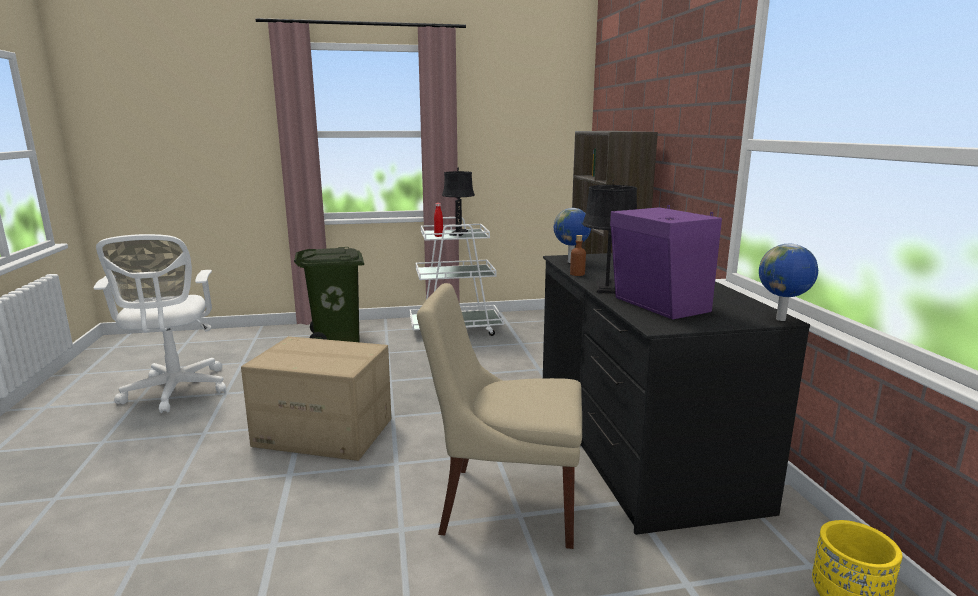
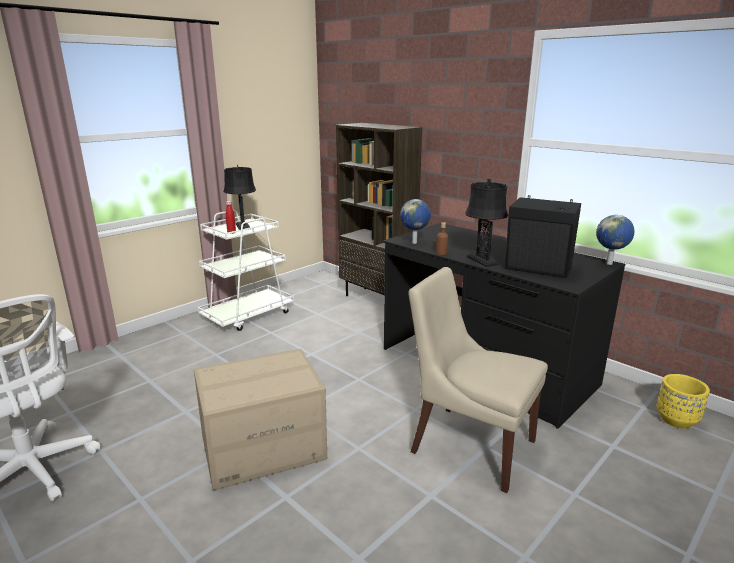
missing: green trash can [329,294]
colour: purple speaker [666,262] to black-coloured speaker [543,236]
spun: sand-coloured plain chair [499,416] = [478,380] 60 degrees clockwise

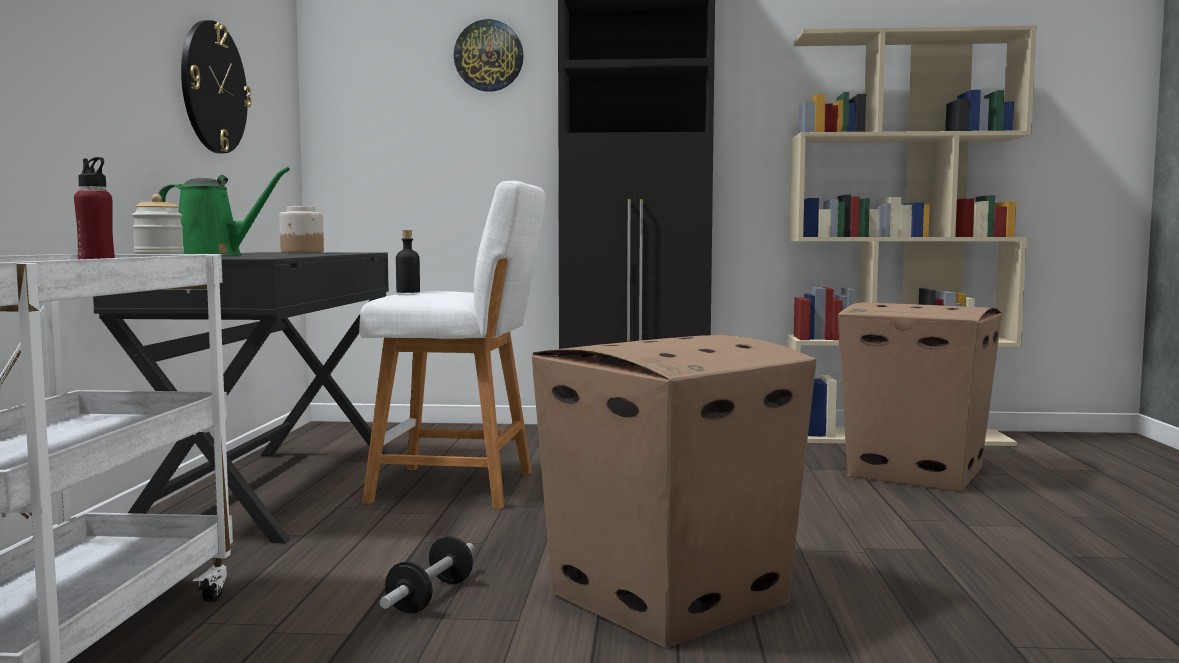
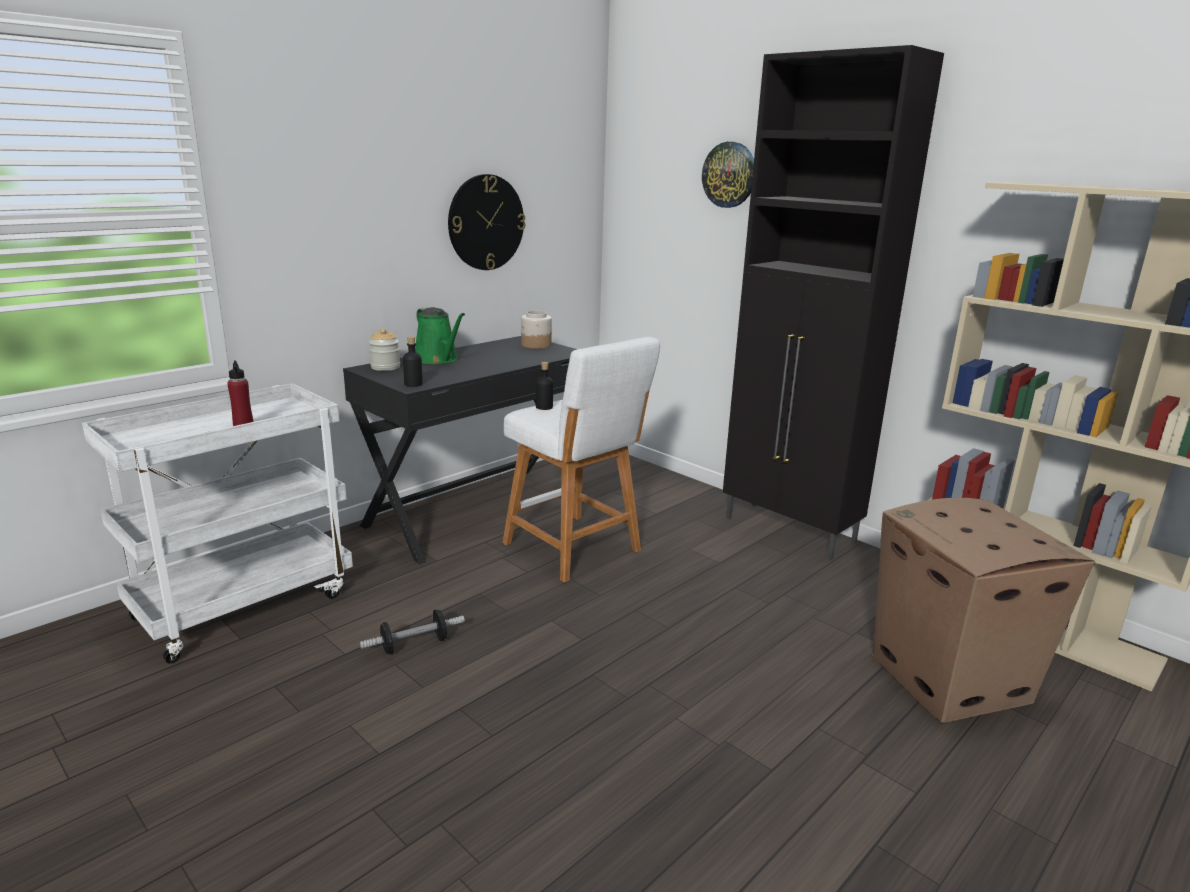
missing: cardboard box [674,492]
appeared: black-coloured drink bottle [413,361]

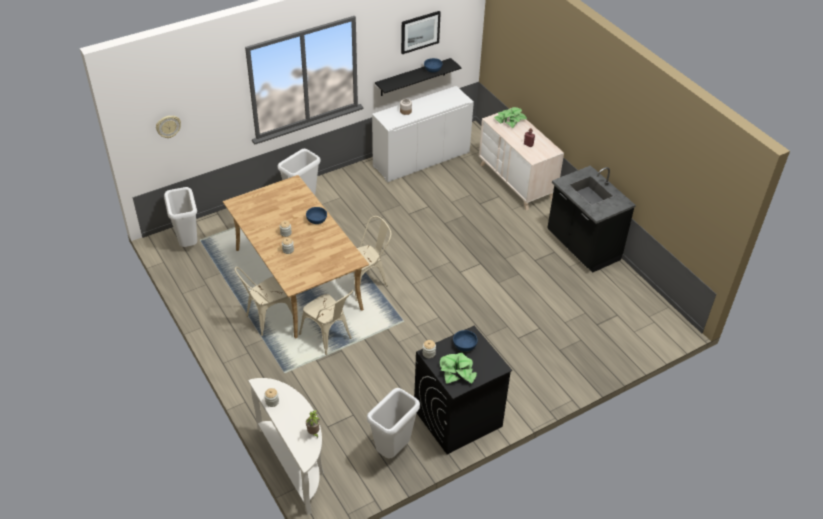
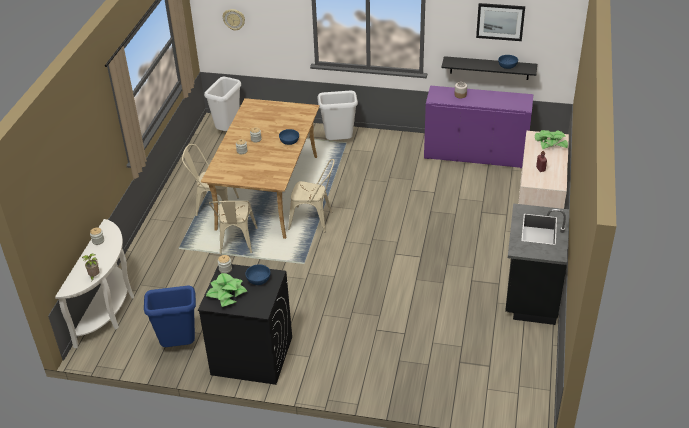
colour: whitish cabinet [423,134] to purple cabinet [479,127]; whitish trash can [393,423] to blue trash can [170,316]

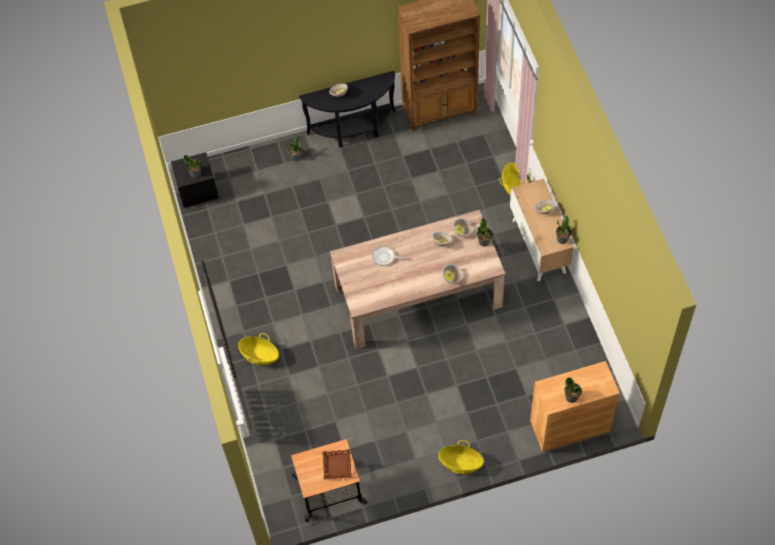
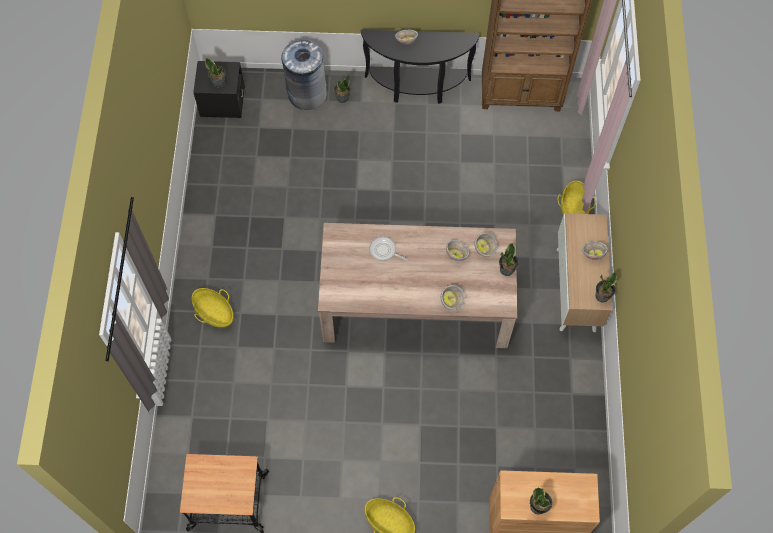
missing: brown-coloured carrying tray [337,464]
appeared: greyish trash can [304,74]

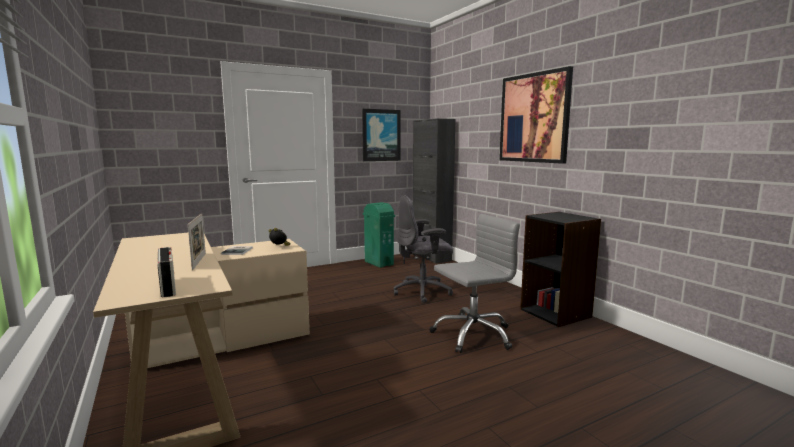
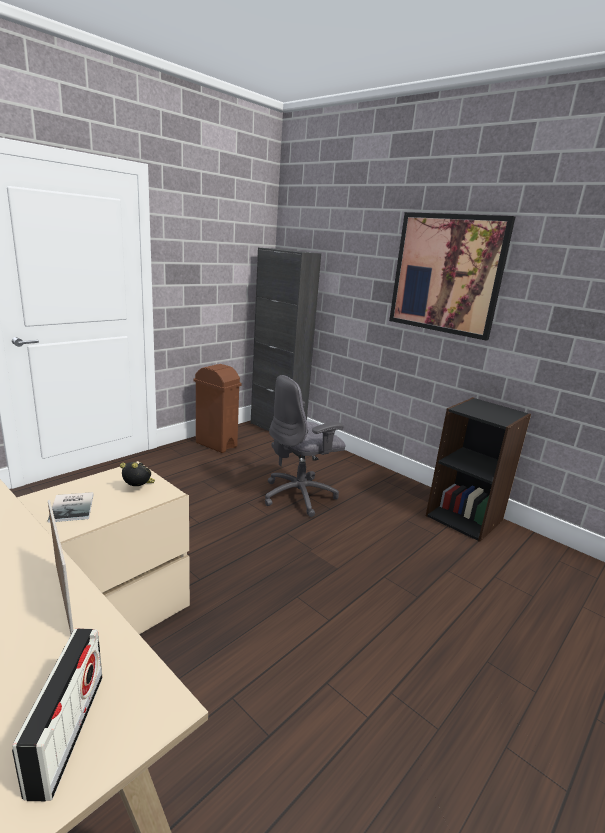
missing: wall art [381,135]; greyish office chair [475,283]
colour: green trash can [379,235] to brown-coloured trash can [218,408]
spun: radio receiver [167,272] = [57,714] 45 degrees clockwise

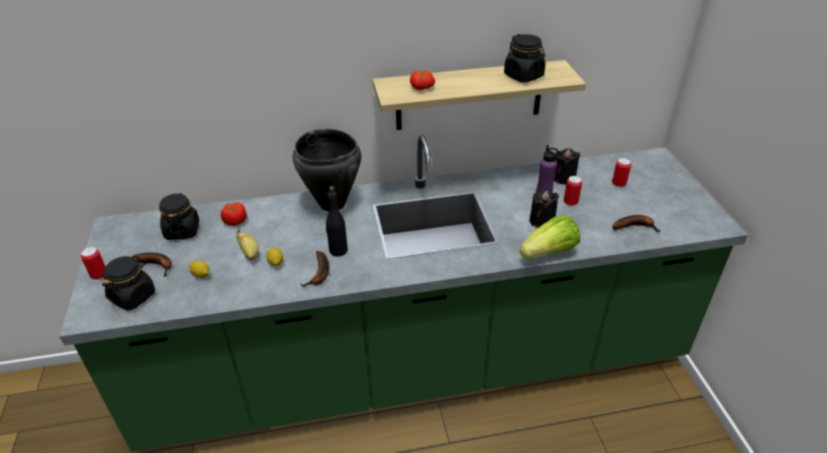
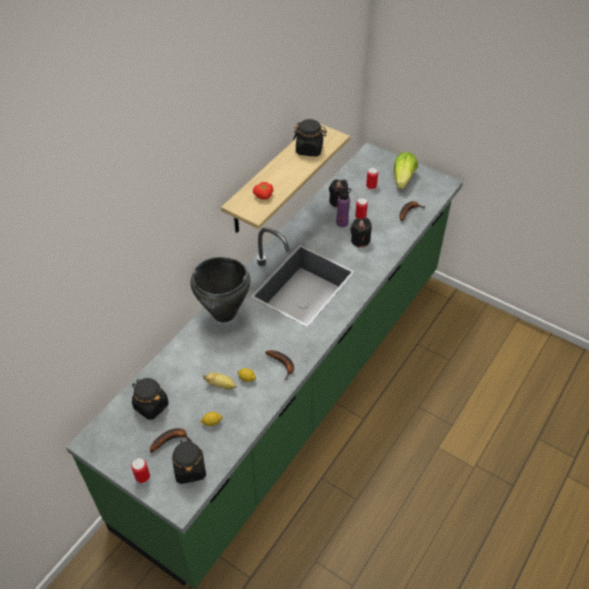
missing: black-coloured drink bottle [337,221]; whole tomato [234,214]
relocated: head of lettuce [550,237] to [406,170]

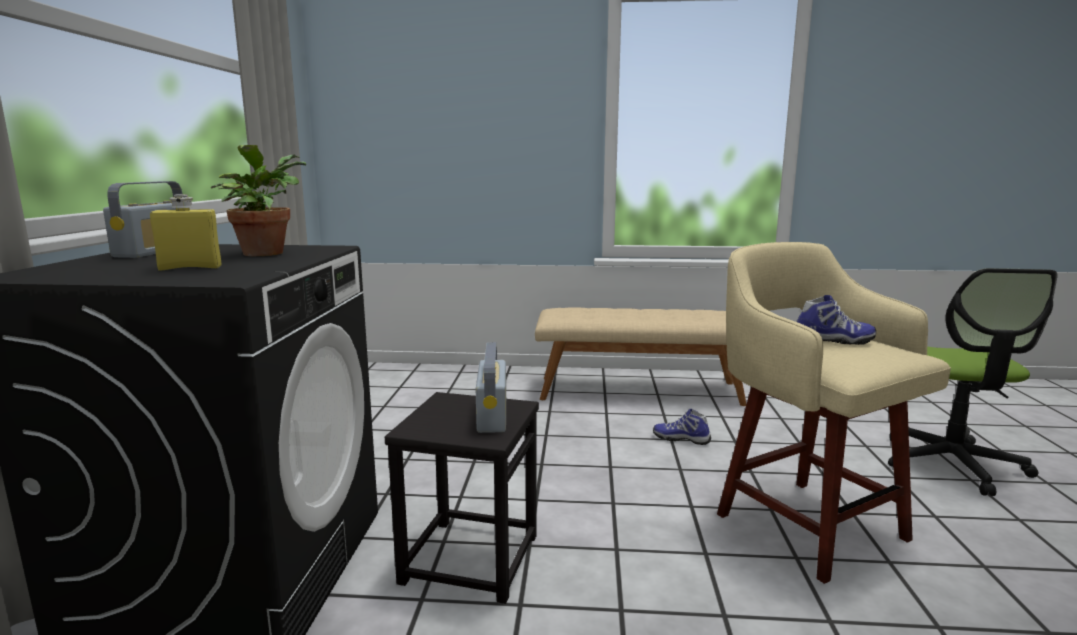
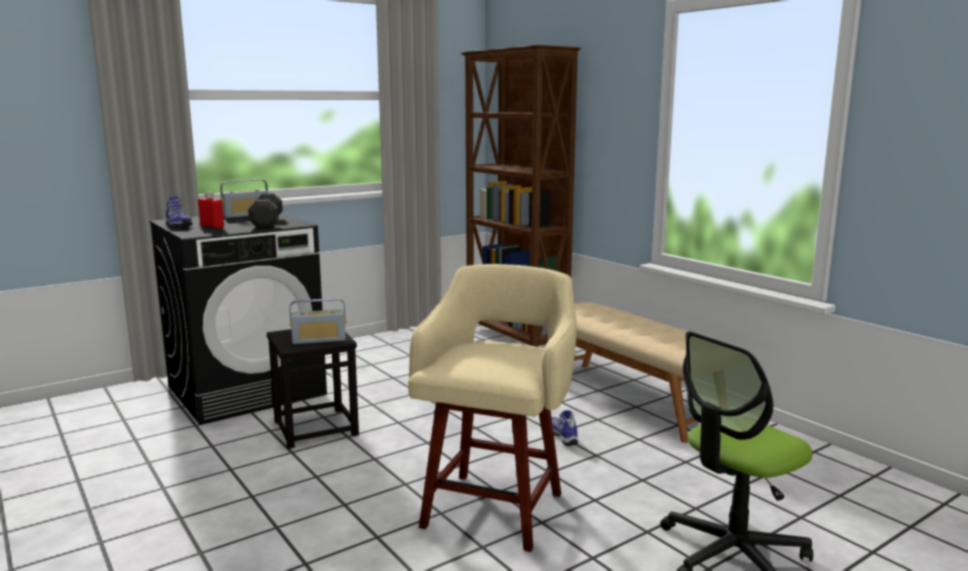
appeared: brown-coloured shelving unit [520,196]
relocated: item of footwear [836,320] to [179,212]
exchanged: plant in a pot [258,200] to black-coloured dumbbell [265,210]
colour: yellow-coloured drink bottle [185,232] to reddish drink bottle [211,210]
spun: radio receiver [491,387] = [317,321] 150 degrees counterclockwise

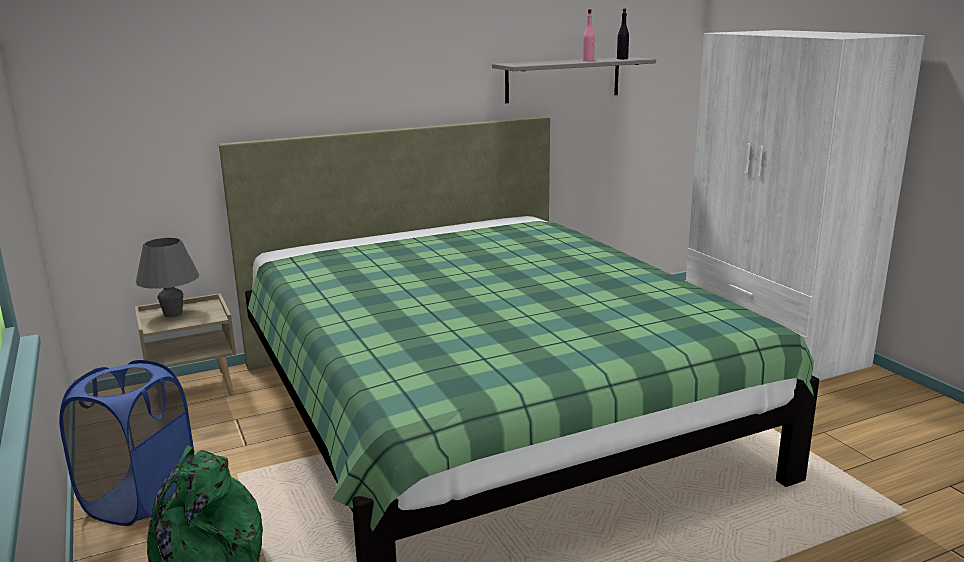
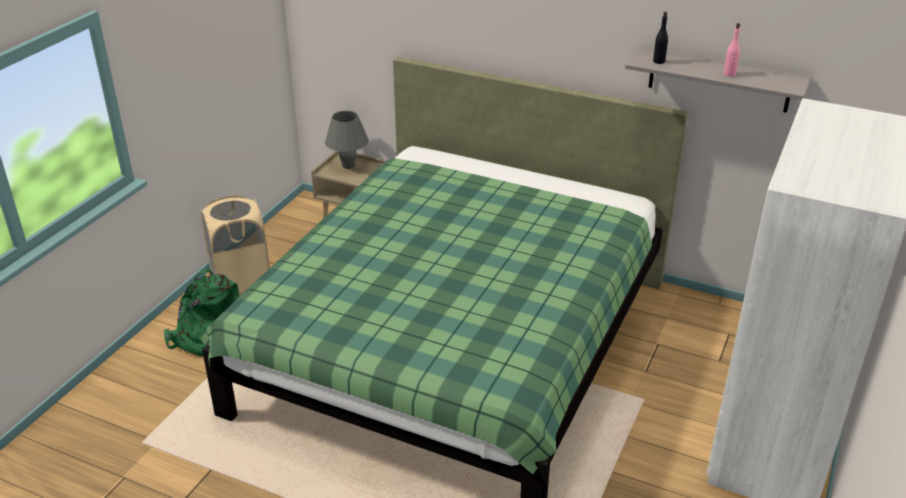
relocated: black-coloured drink bottle [623,34] to [660,38]
colour: blue hamper [126,443] to sand-coloured hamper [235,244]

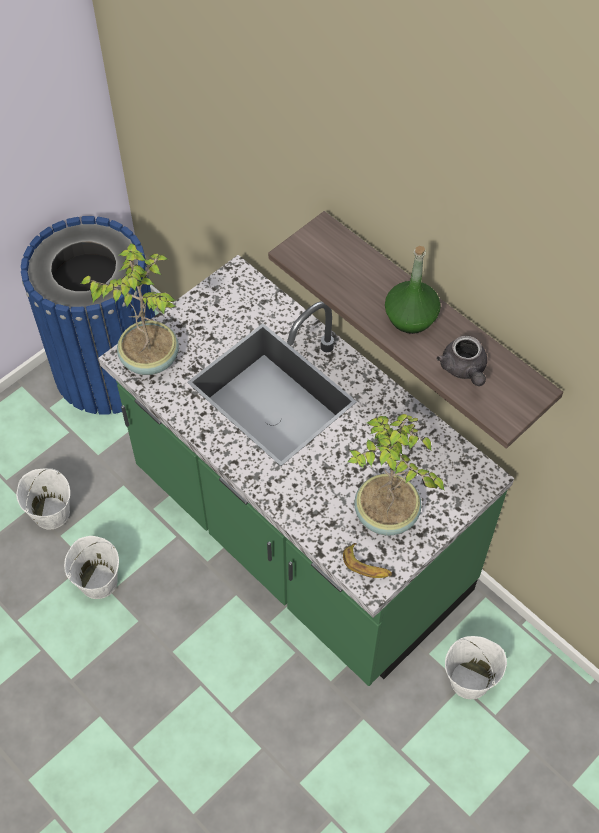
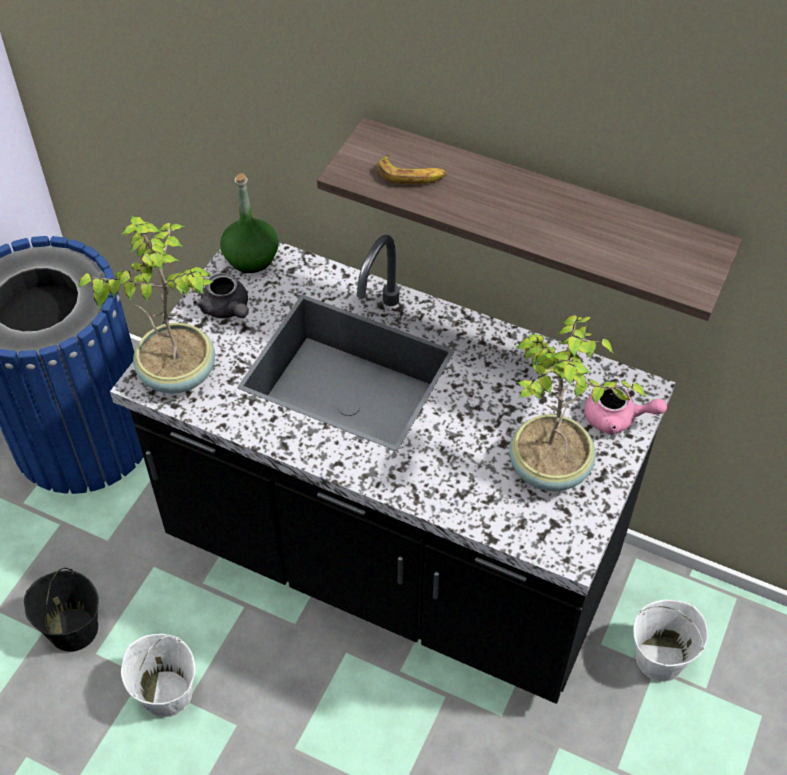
appeared: pink teapot [625,409]
relocated: green drink bottle [413,290] to [249,223]; greyish teapot [462,361] to [221,295]; whole banana [367,560] to [412,169]
colour: green counter [306,470] to black-coloured counter [393,469]; whitish bucket [43,498] to black-coloured bucket [61,610]

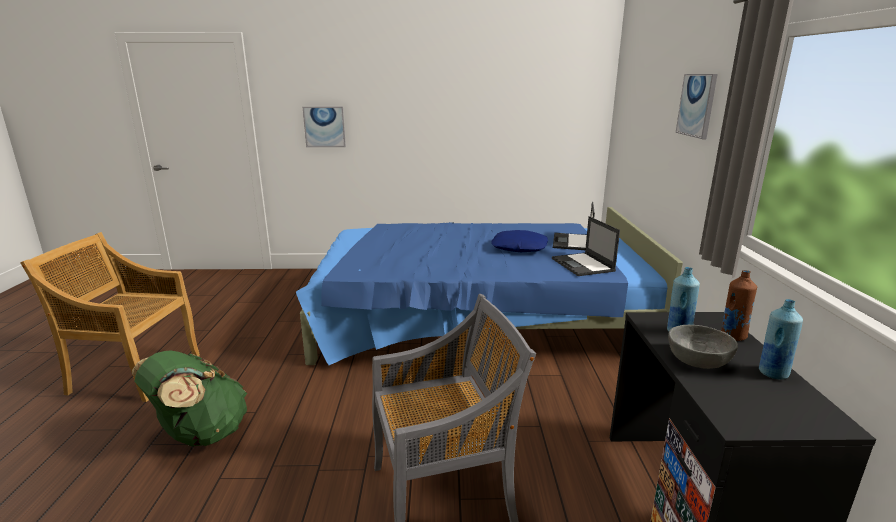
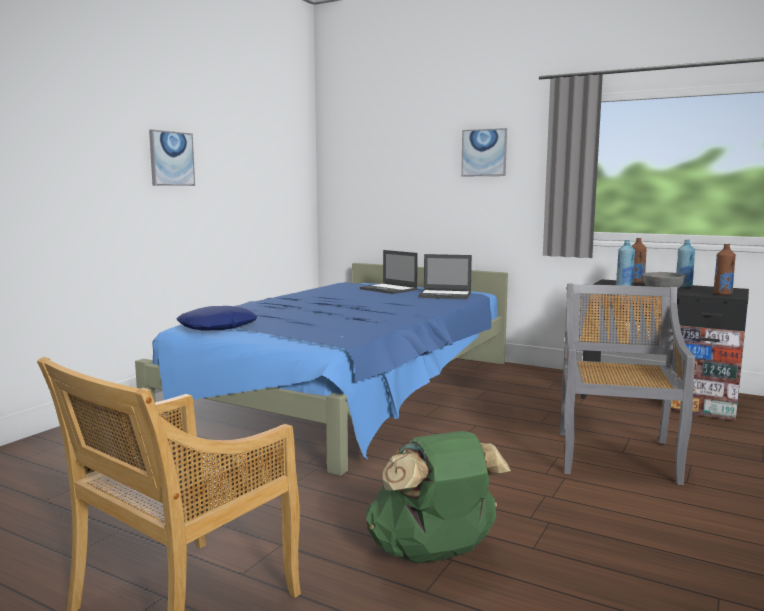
appeared: brown-coloured drink bottle [725,269]
relocated: wall art [324,127] to [172,157]; blue throw pillow [519,241] to [217,318]

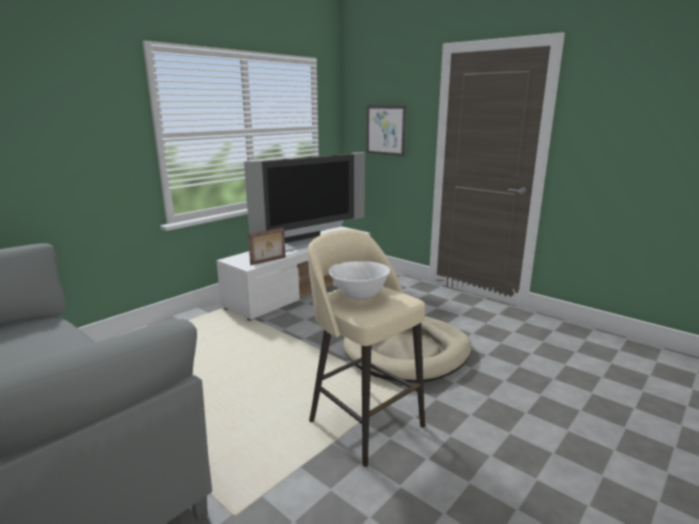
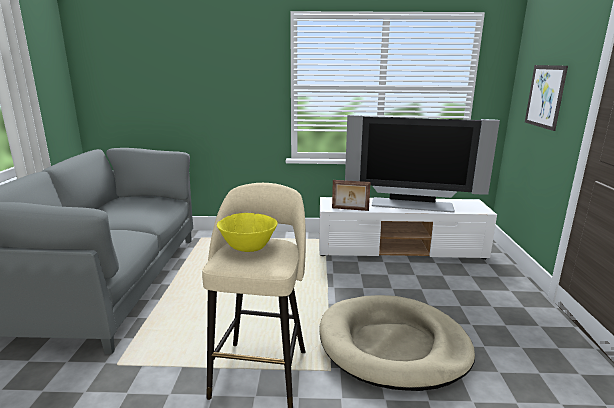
colour: whitish bowl [359,280] to yellow-coloured bowl [247,232]

